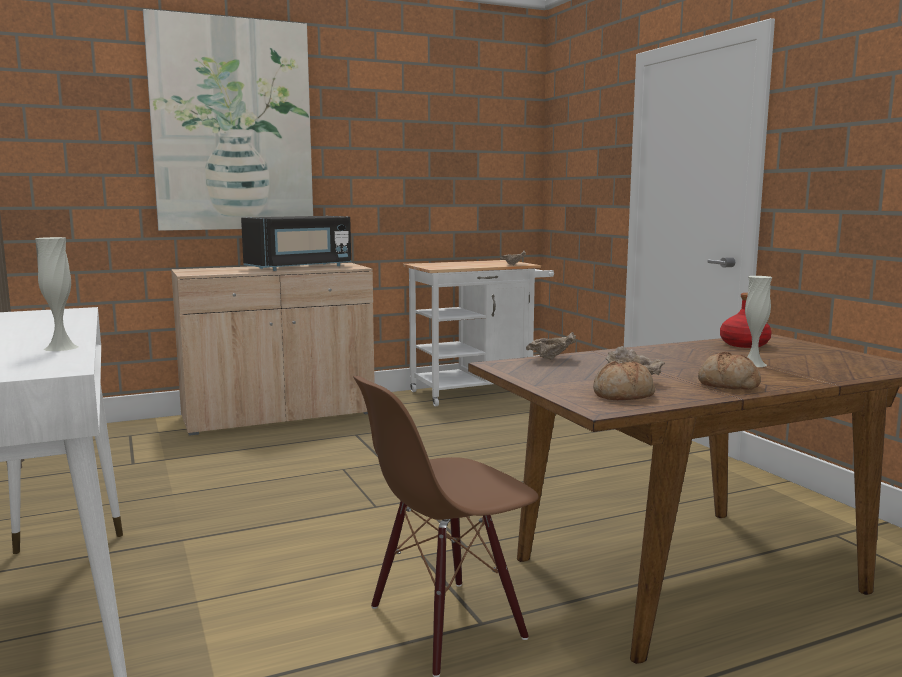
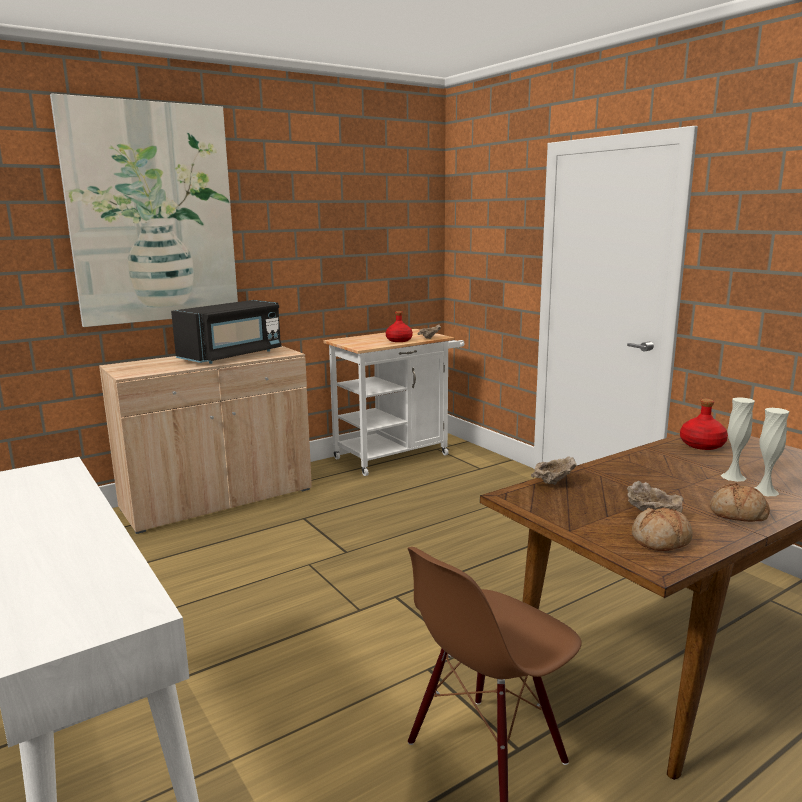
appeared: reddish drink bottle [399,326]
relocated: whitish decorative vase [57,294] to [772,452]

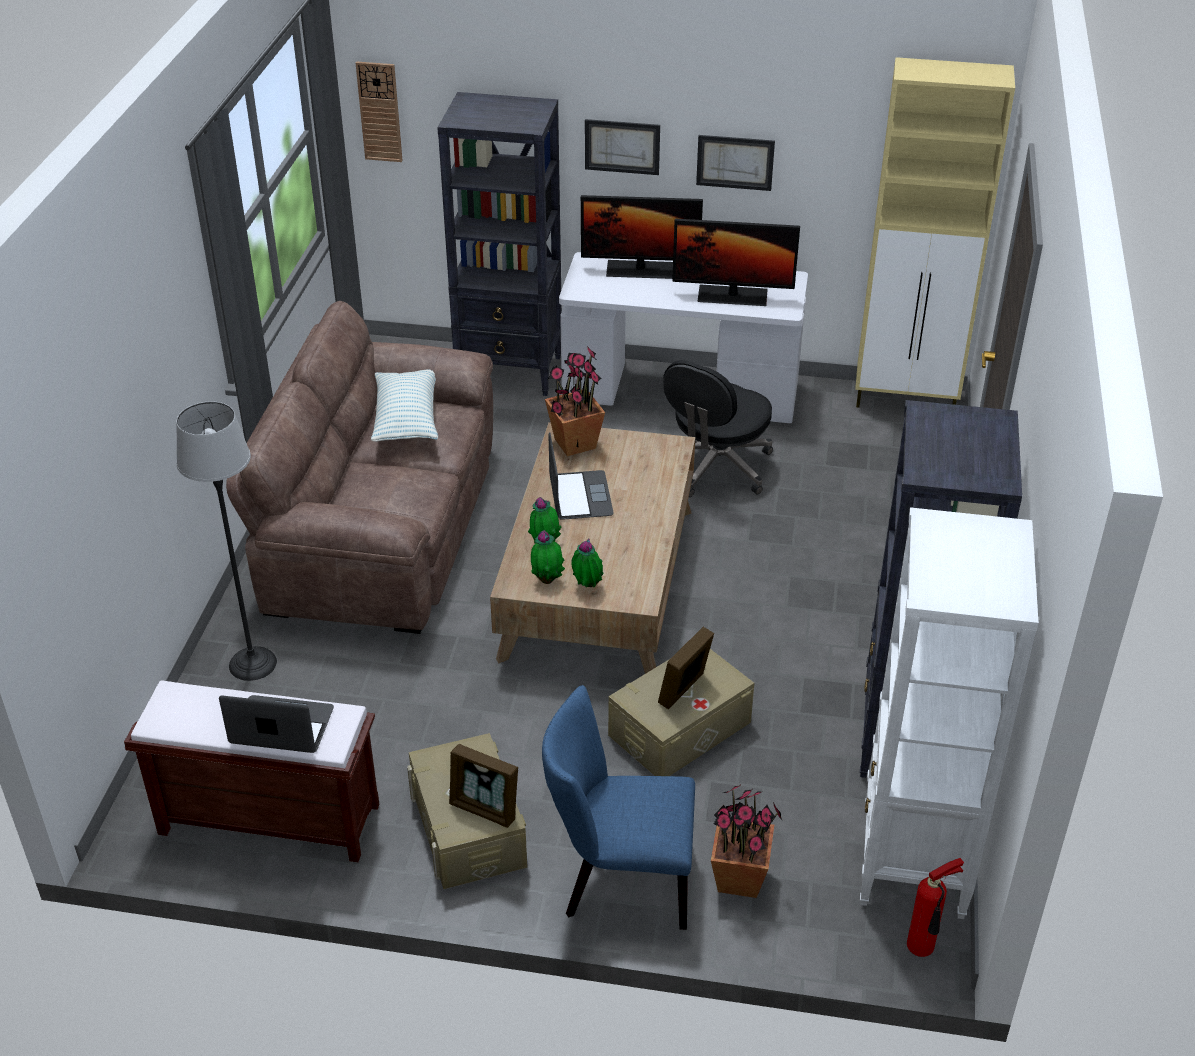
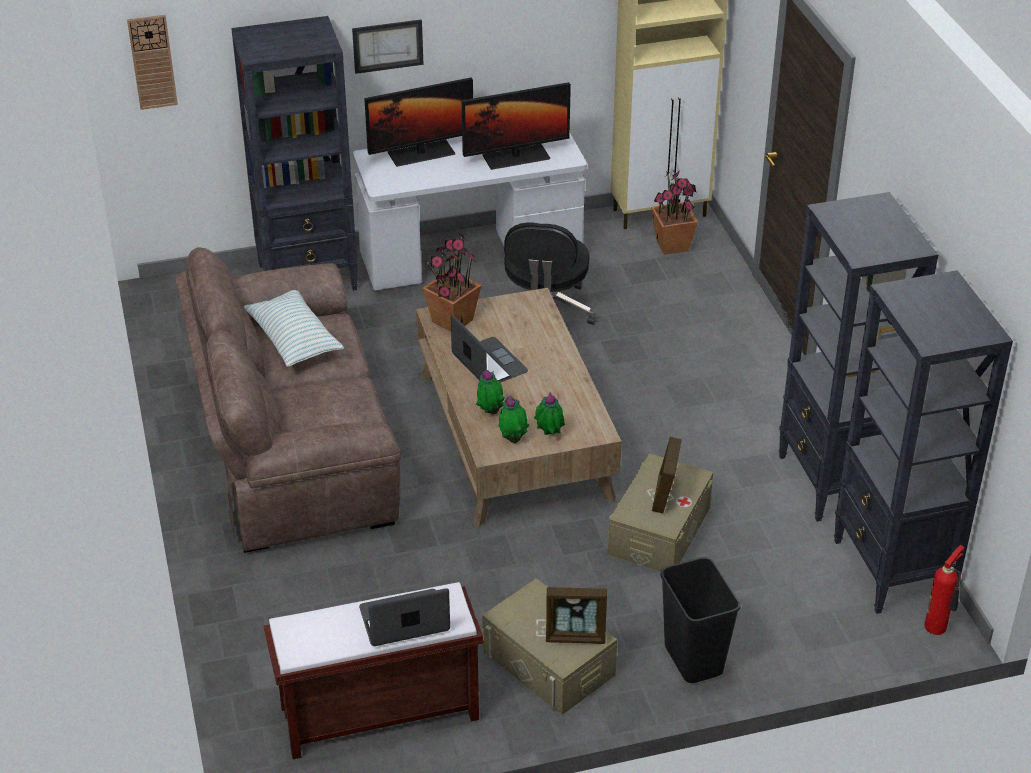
missing: wall art [735,163]; standard lamp [226,541]
relocated: plant in a pot [747,841] to [674,212]
exchanged: blue plain chair [618,807] to black-coloured trash can [700,620]
colour: whitish shelving unit [949,713] to black-coloured shelving unit [923,442]

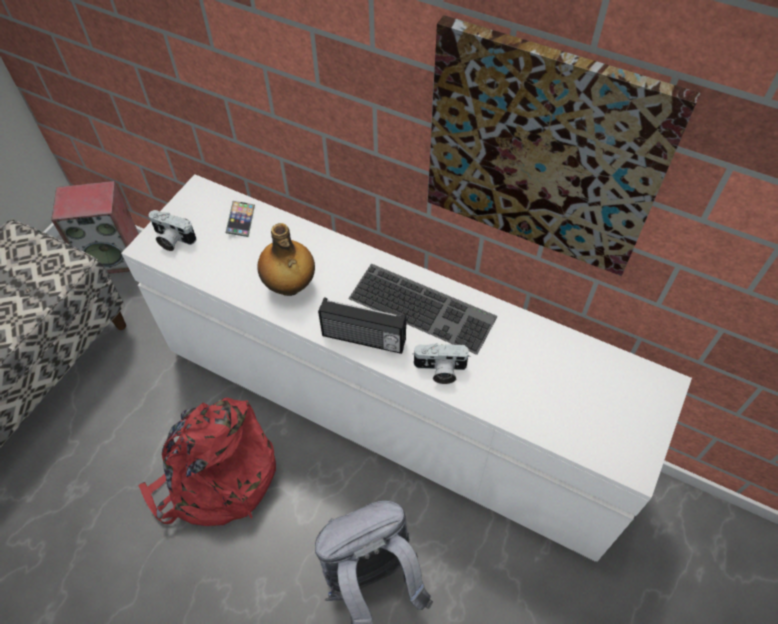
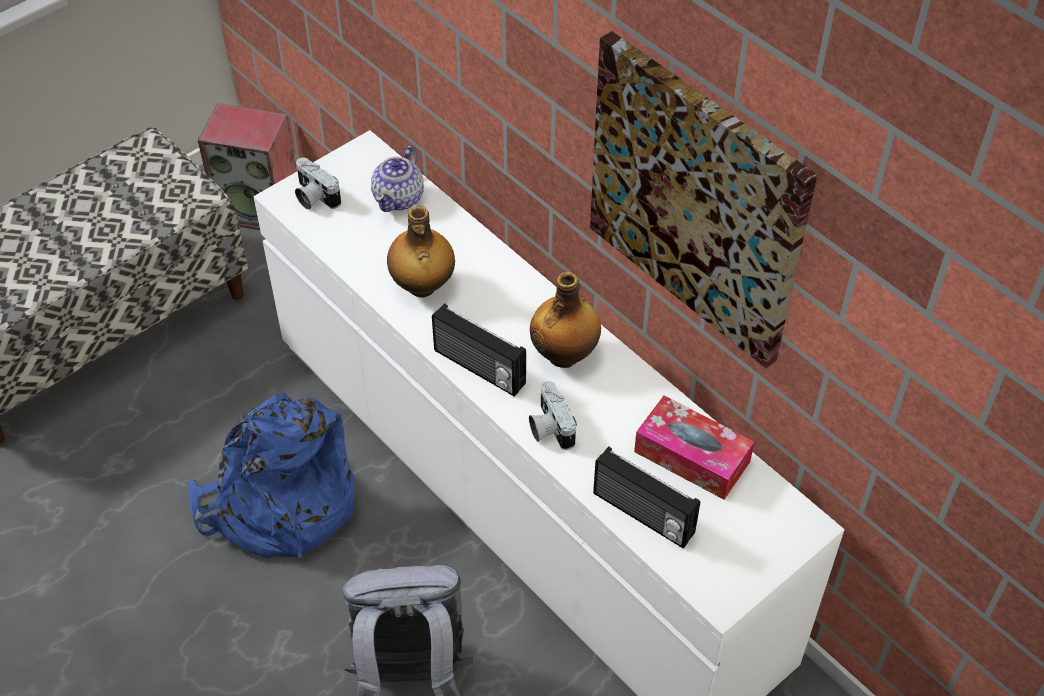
appeared: tissue box [694,447]; radio receiver [646,497]
exchanged: telephone [240,219] to teapot [397,179]; PC keyboard [422,309] to drink bottle [565,320]
colour: reddish rucksack [207,462] to blue rucksack [271,476]
spun: still camera [441,363] = [553,415] 45 degrees clockwise

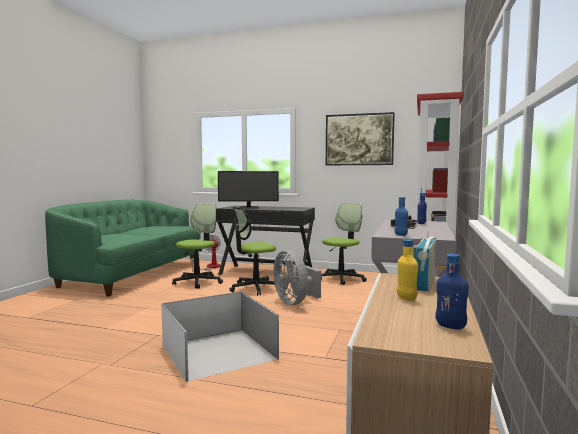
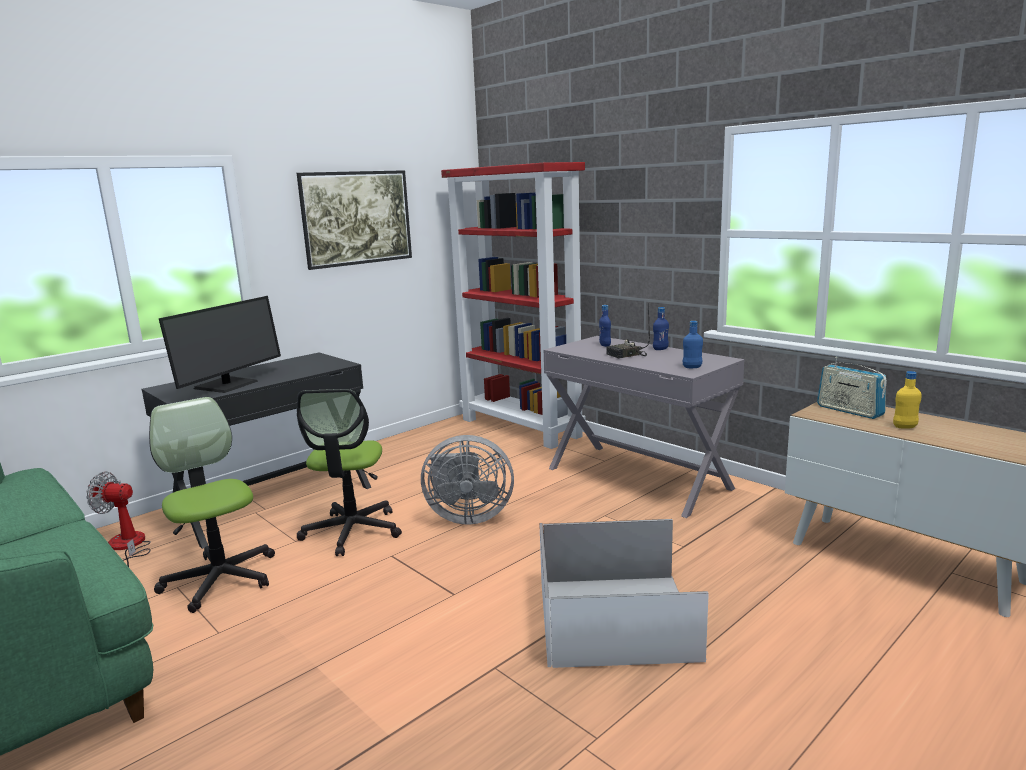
missing: office chair [344,244]
relocated: blue drink bottle [452,291] to [661,328]

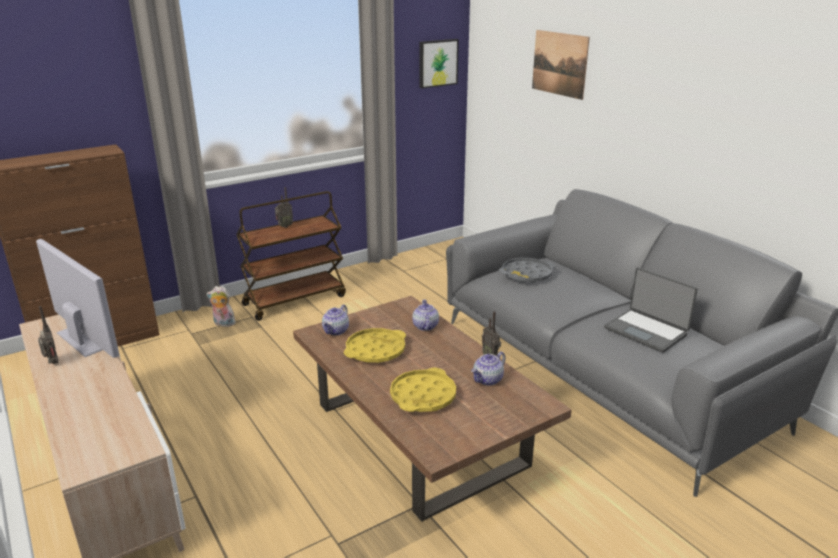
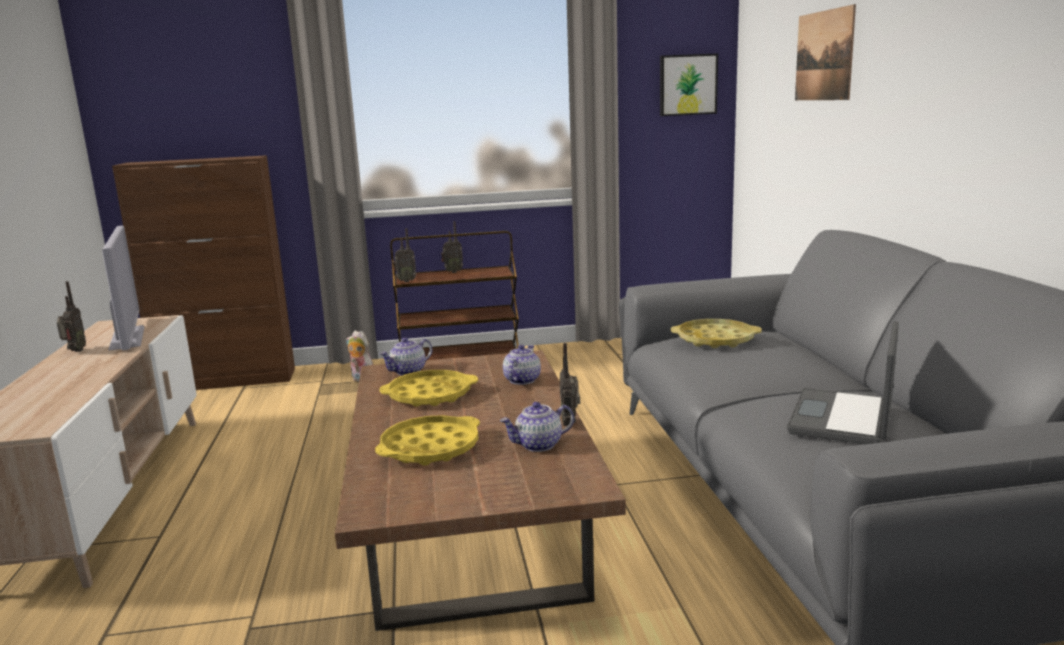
appeared: radio receiver [404,255]
colour: greyish carrying tray [527,270] to yellow-coloured carrying tray [716,333]
spun: portable computer [651,310] = [843,382] 45 degrees clockwise

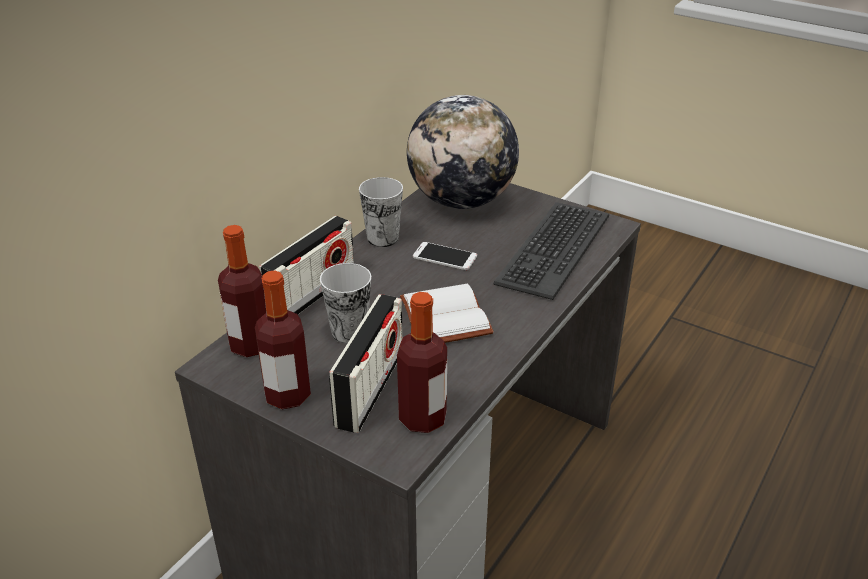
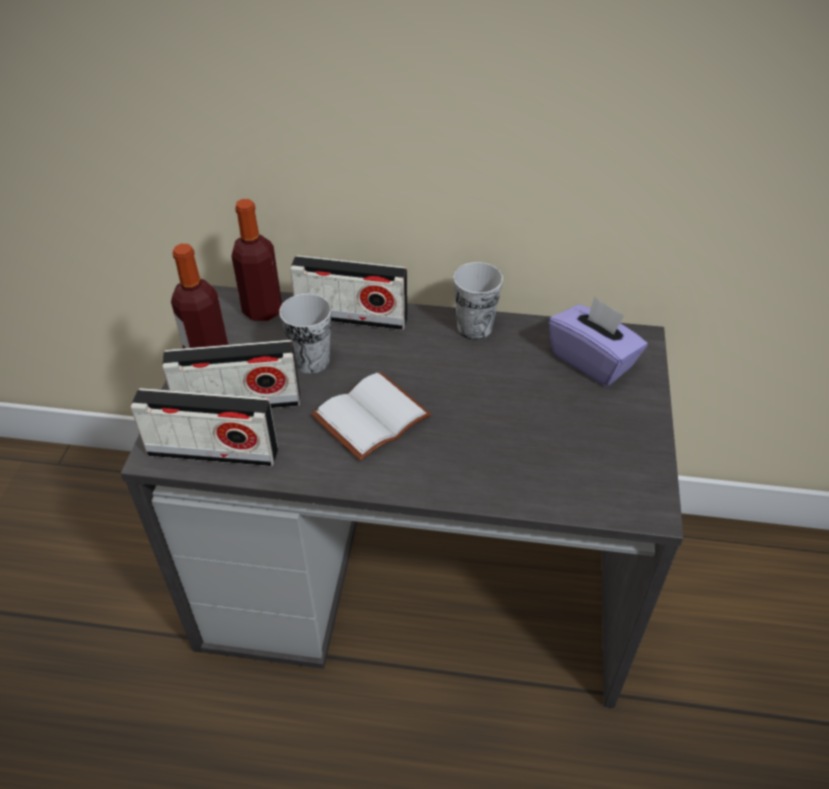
missing: PC keyboard [551,251]; telephone [445,256]
exchanged: world globe [463,152] to purple tissue box [598,341]; drink bottle [422,362] to radio receiver [204,427]

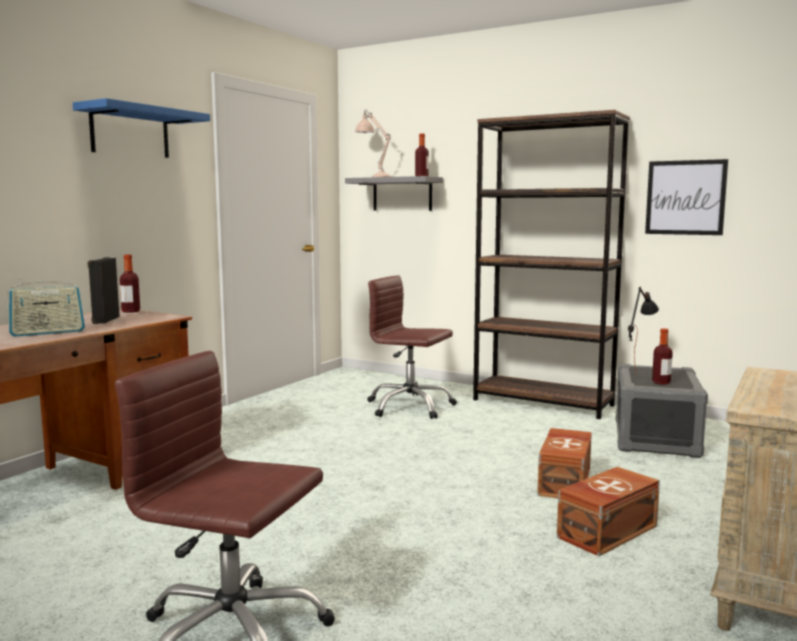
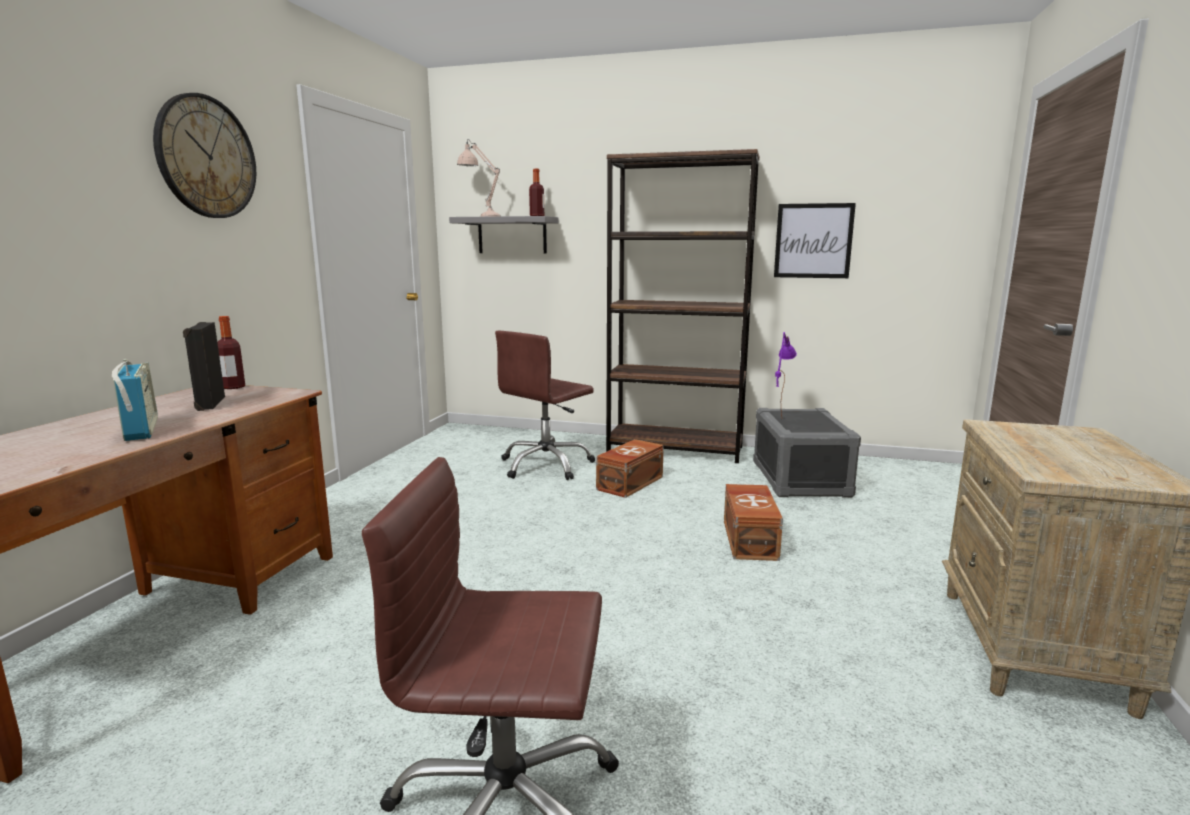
missing: drink bottle [662,356]
relocated: brown-coloured storage container [608,511] to [630,468]
exchanged: blue wall shelf [141,128] to clock on the wall [204,155]
colour: black-coloured tabletop lamp [643,331] to purple tabletop lamp [786,374]
spun: brown-coloured office chair [412,347] = [545,405] 60 degrees counterclockwise; radio receiver [46,306] = [135,400] 75 degrees counterclockwise

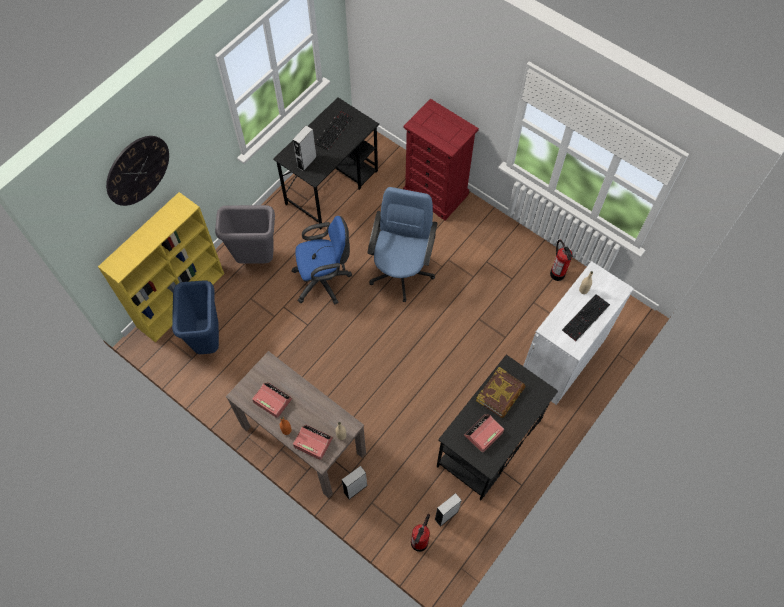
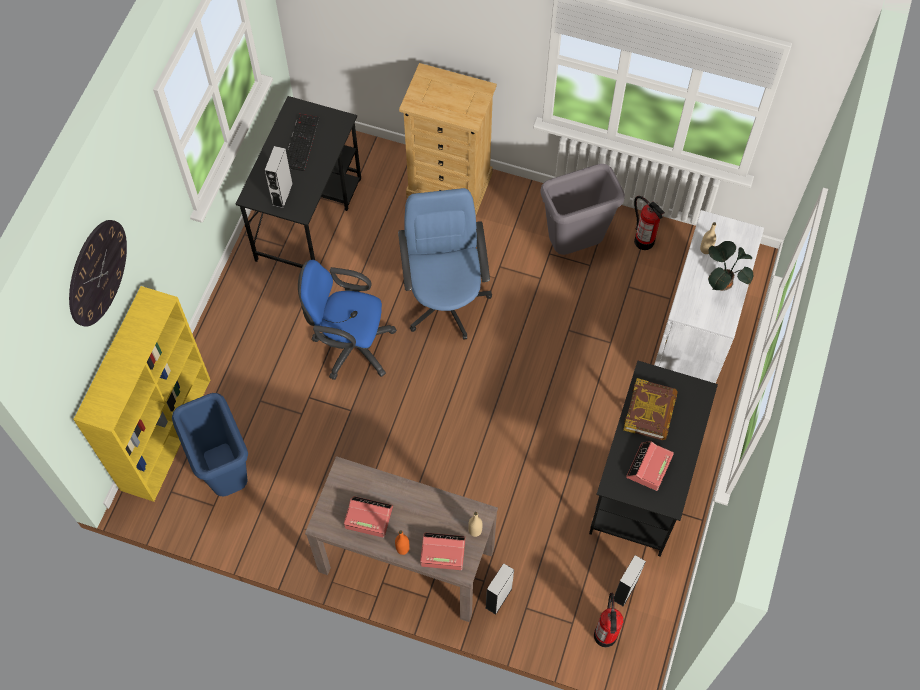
relocated: greyish trash can [245,234] to [582,209]
exchanged: PC keyboard [586,317] to plant in a pot [730,266]
colour: reddish drawer chest [441,159] to sand-coloured drawer chest [448,139]
spun: blue office chair [322,260] = [347,320] 135 degrees counterclockwise

